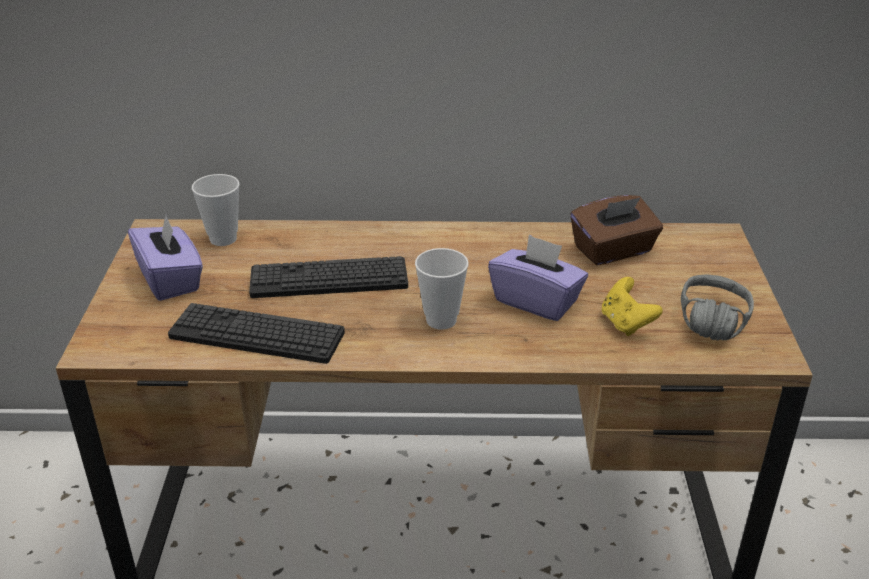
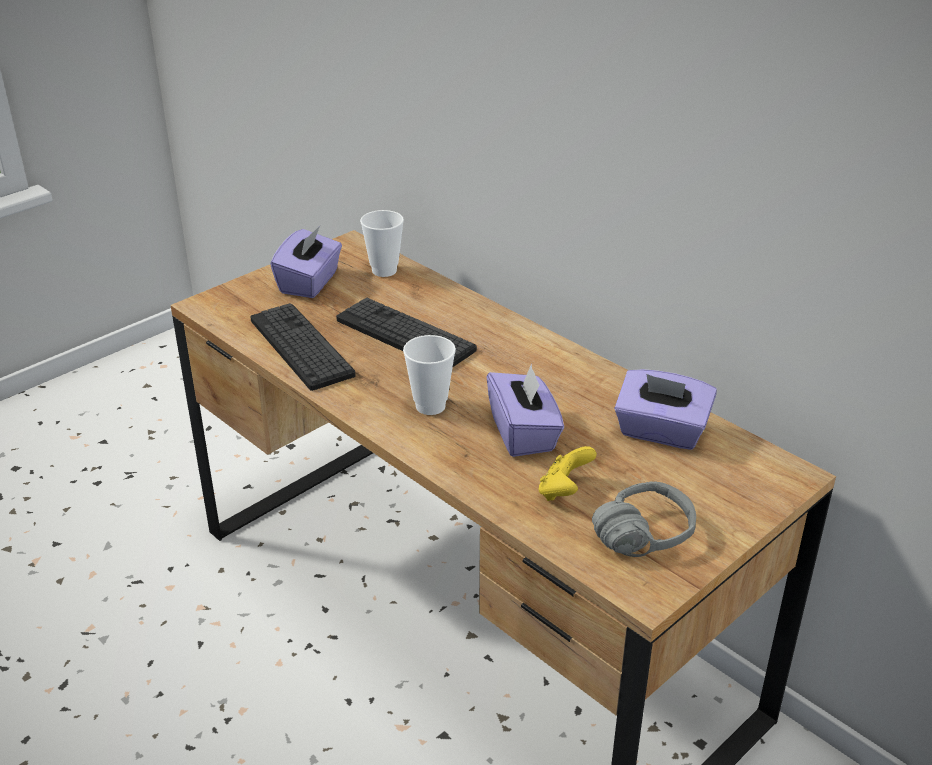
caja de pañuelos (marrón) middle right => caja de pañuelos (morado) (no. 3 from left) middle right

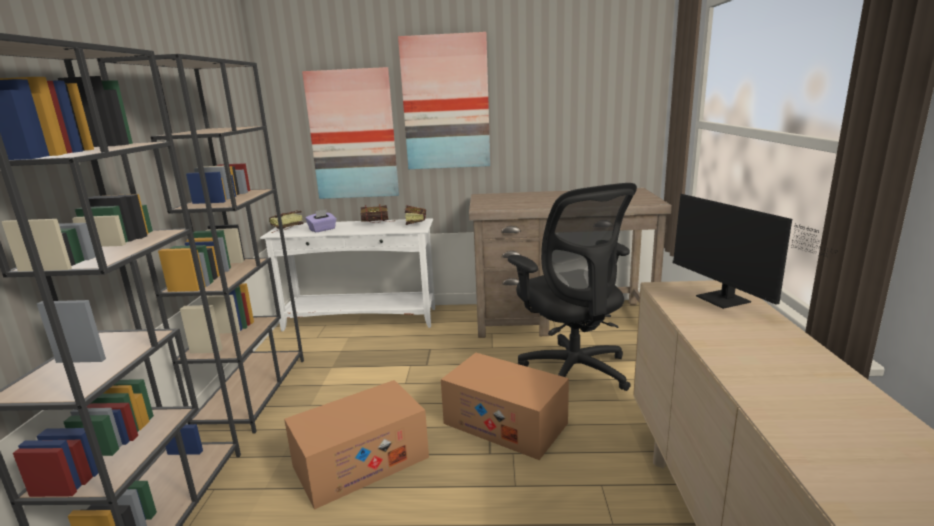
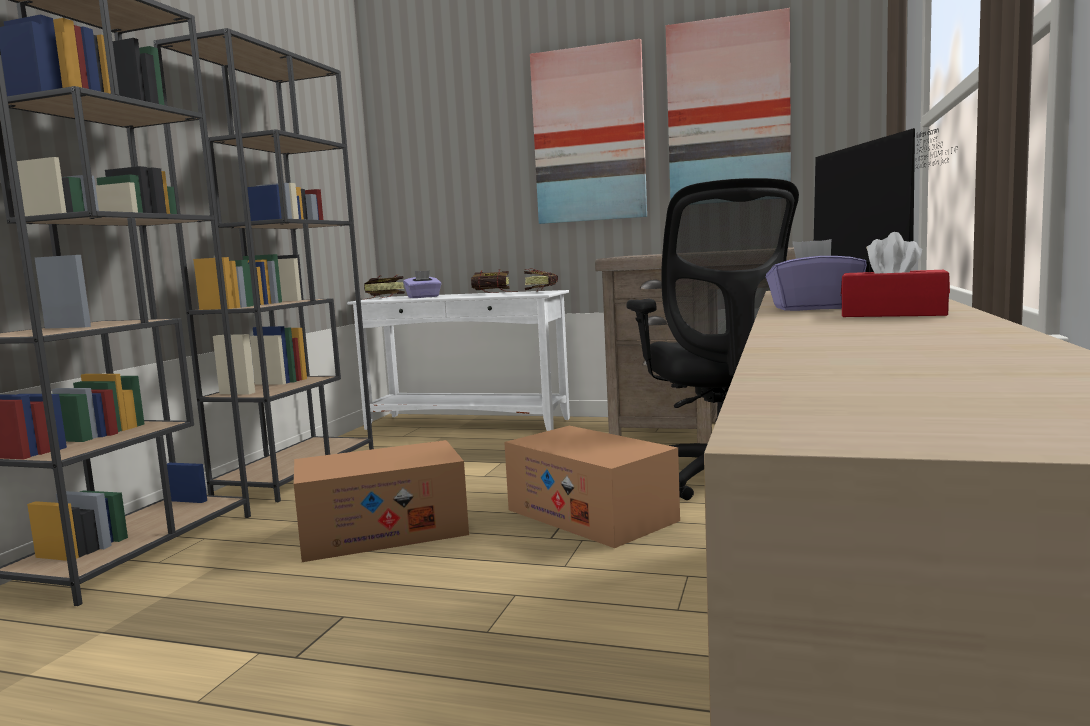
nothing => caja de pañuelos (morado) (no. 2 from left) middle right
nothing => caja de pañuelos (rojo) middle right
cuadro (no. 1 from left in the first image) top centre => cuadro (no. 2 from left) top right, relocated

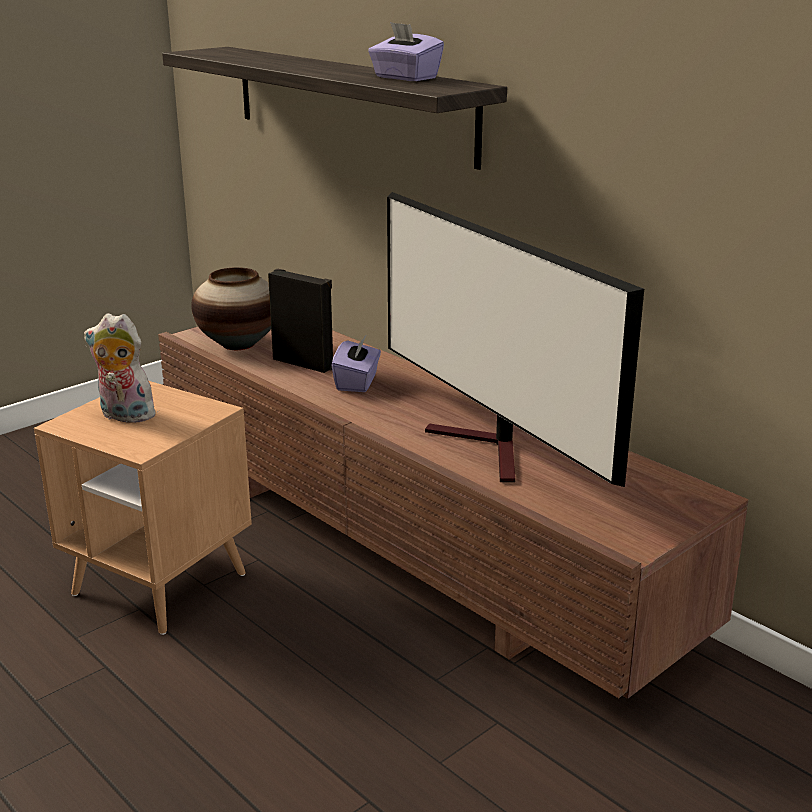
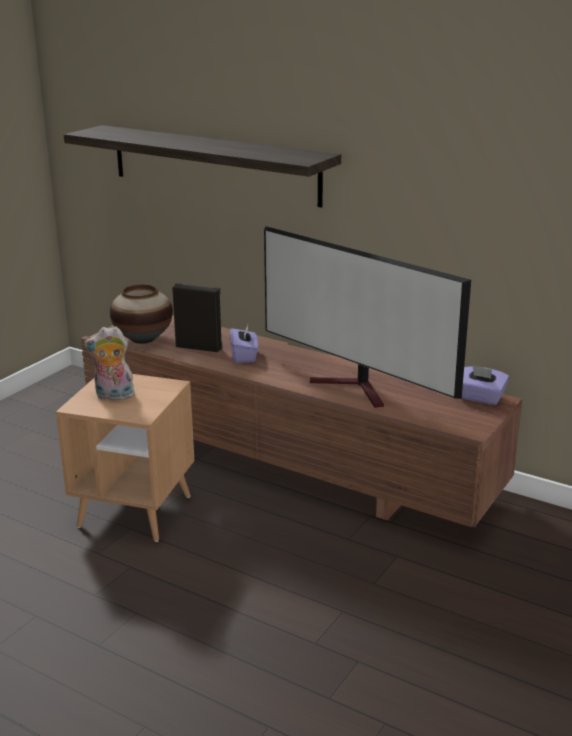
caja de pañuelos (morado) (no. 2 from left) top centre => caja de pañuelos (morado) (no. 2 from left) middle right, relocated

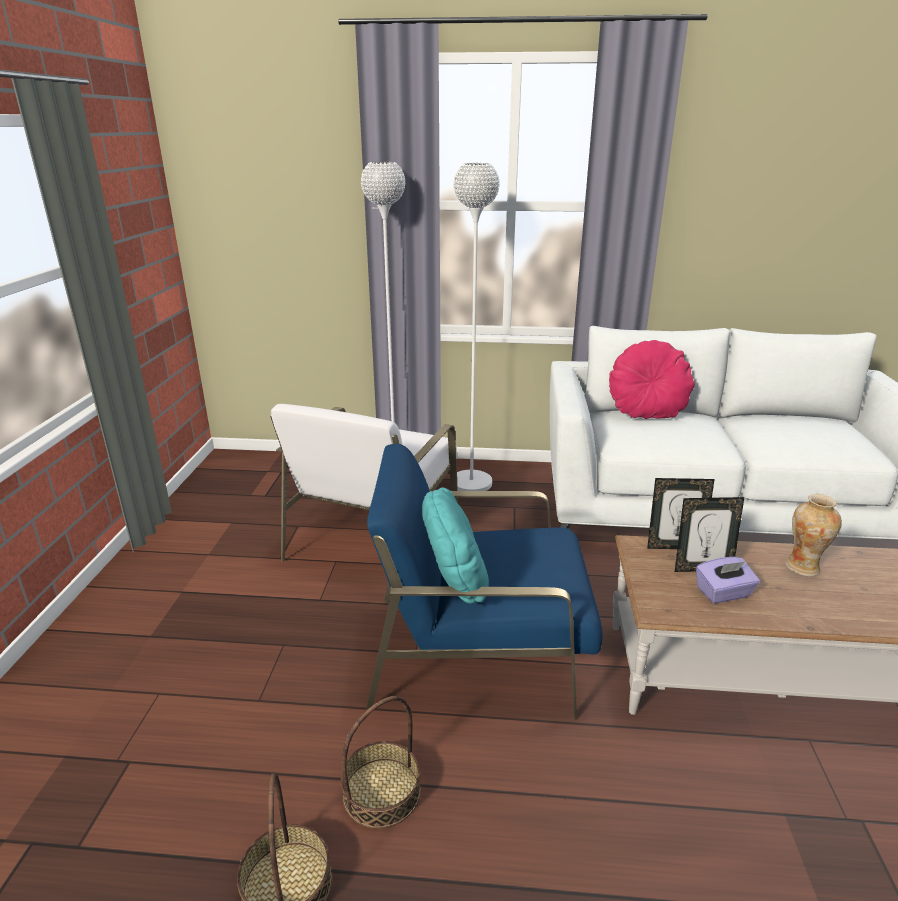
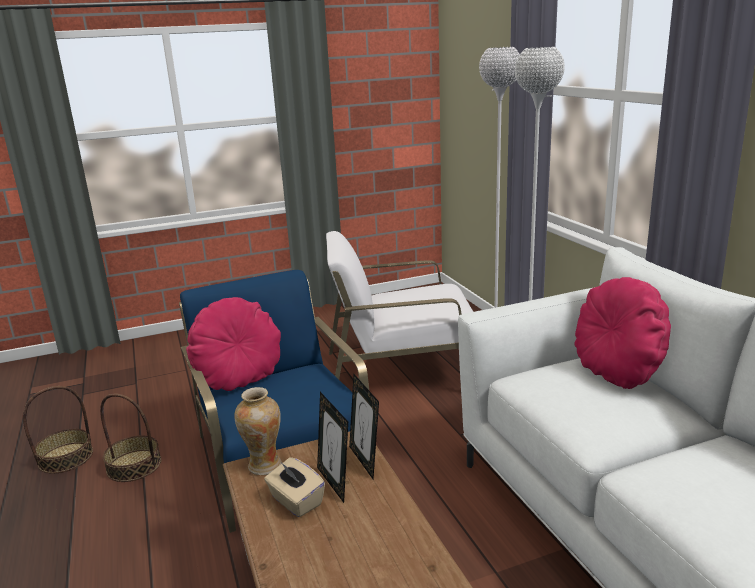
florero middle right => florero bottom centre, relocated
cojín (turquesa) centre => cojín (rosa) (no. 1 from left) middle left
caja de pañuelos (morado) middle right => caja de pañuelos (beis) bottom centre

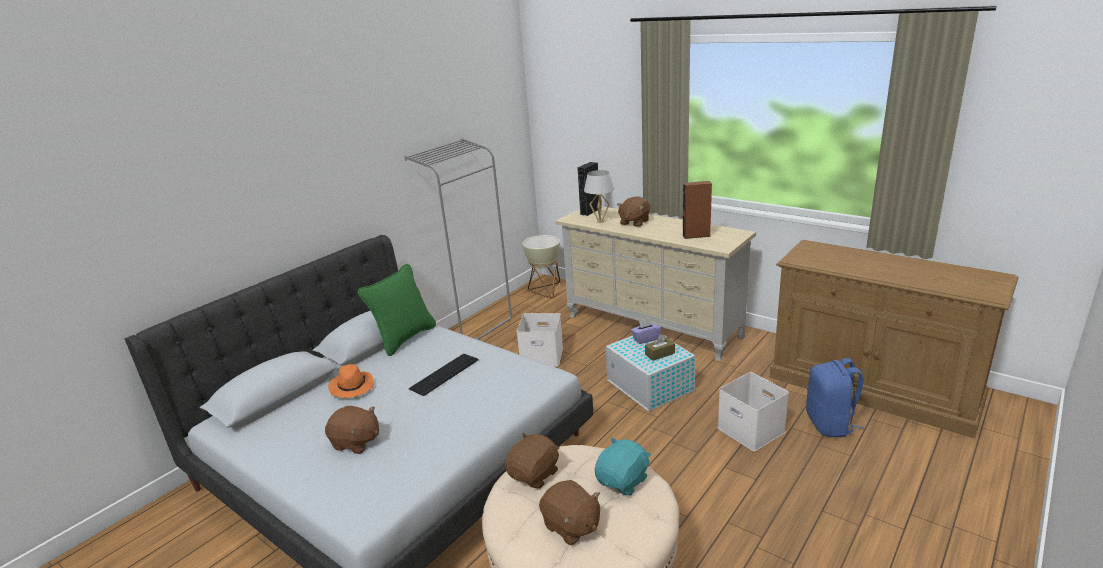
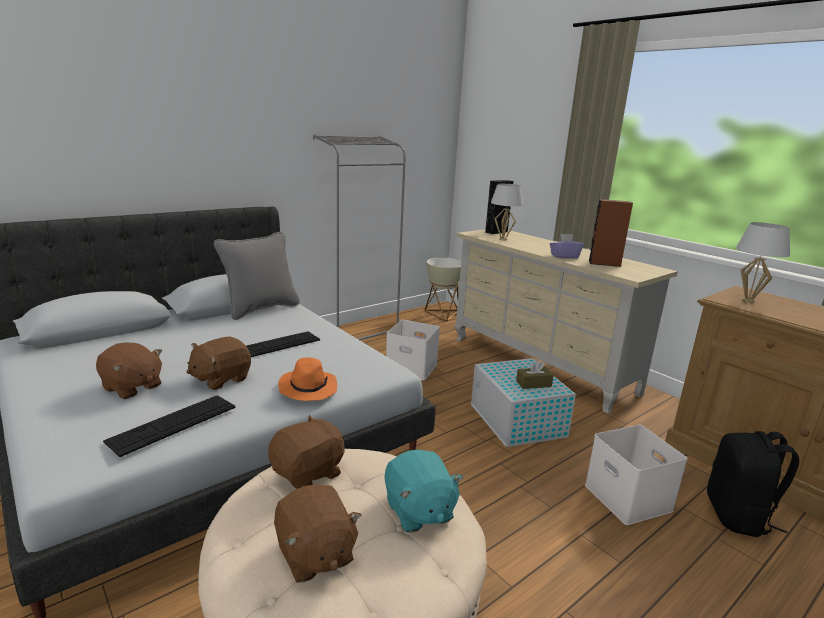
nothing => teclado (no. 1 from left) bottom left
nothing => lámpara de mesa (blanco) (no. 2 from left) middle right
sombrero (naranja) bottom left => sombrero (naranja) centre, relocated
peluche (marrón) (no. 4 from left in the first image) centre => peluche (marrón) (no. 2 from left) middle left, relocated
caja de pañuelos (morado) centre => caja de pañuelos (morado) middle right, relocated
cojín (verde) centre => cojín (gris) middle left
mochila (azul) bottom right => mochila (negro) bottom right
peluche (turquesa) bottom centre, 105 degrees clockwise

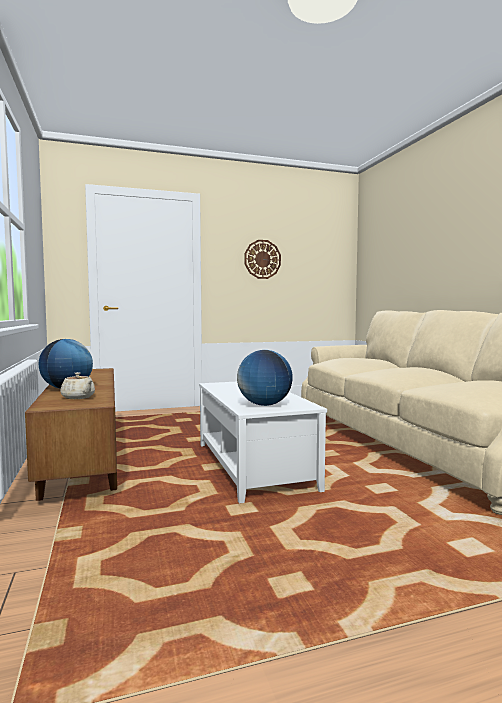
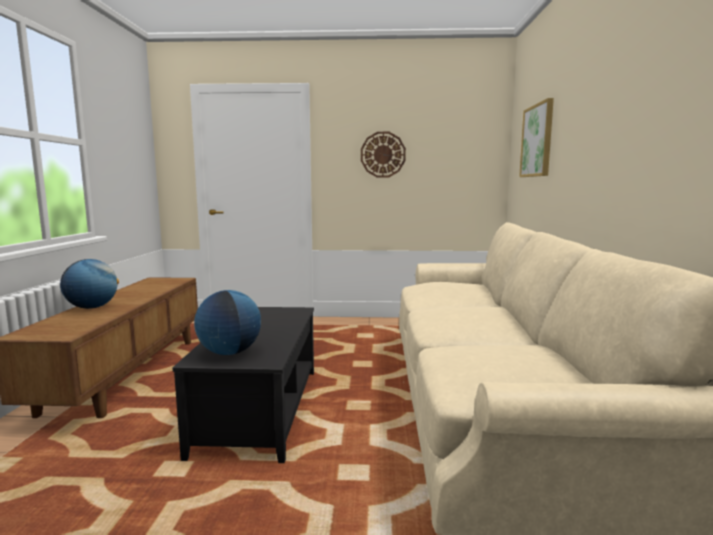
tetera (beis) middle left => nothing
nothing => cuadro top right
mesa de centro (blanco) centre => mesa de centro (negro) bottom centre

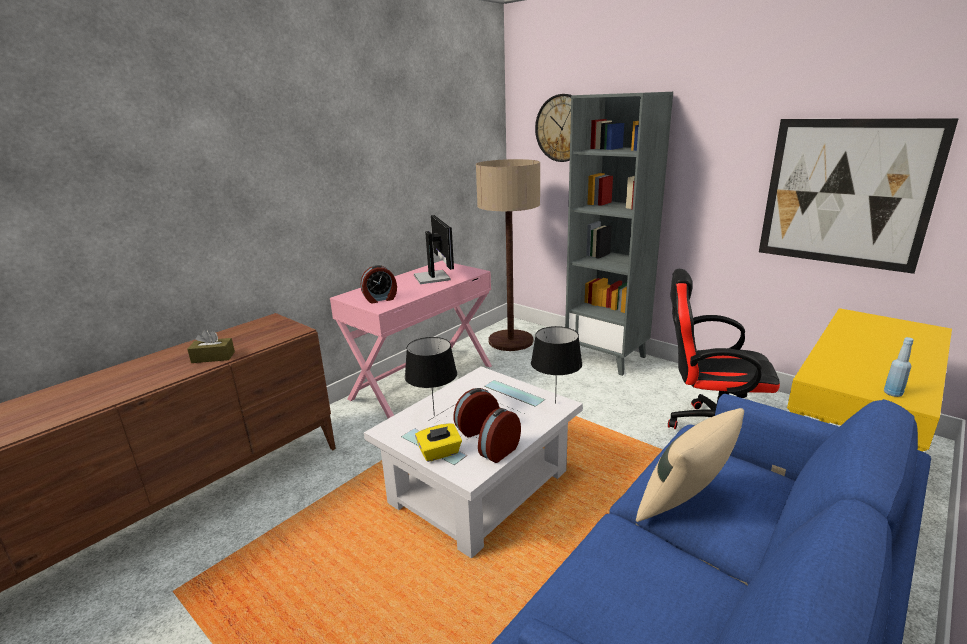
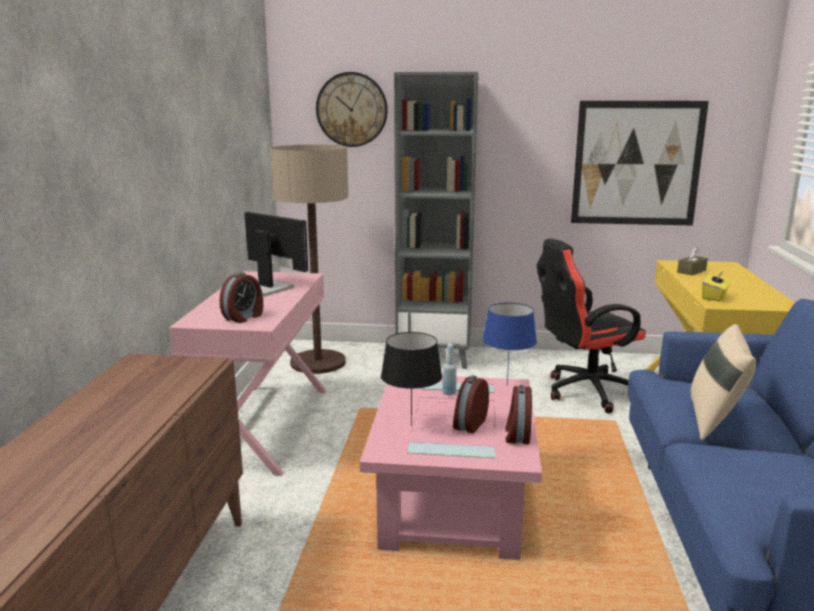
caja de pañuelos (marrón) middle left => caja de pañuelos (marrón) middle right, relocated
caja de pañuelos (amarillo) bottom centre => caja de pañuelos (amarillo) middle right, relocated
botella (azul) middle right => botella (azul) centre, relocated
mesa de centro (blanco) bottom centre => mesa de centro (rosa) bottom centre
lámpara de mesa (negro) (no. 2 from left) centre => lámpara de mesa (azul) centre

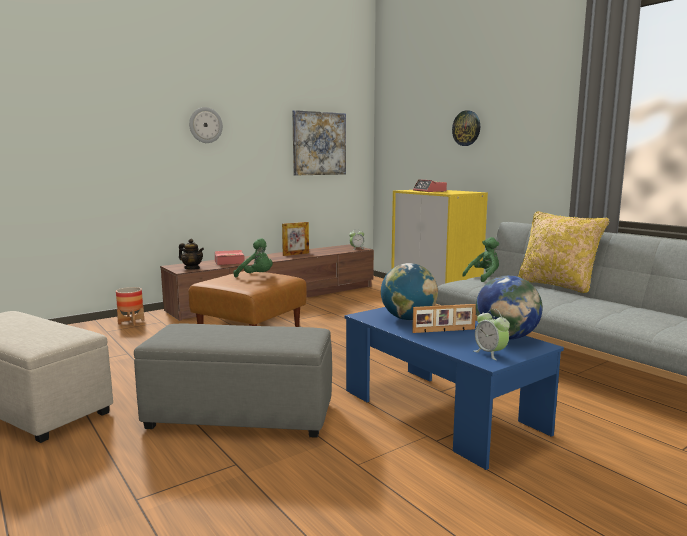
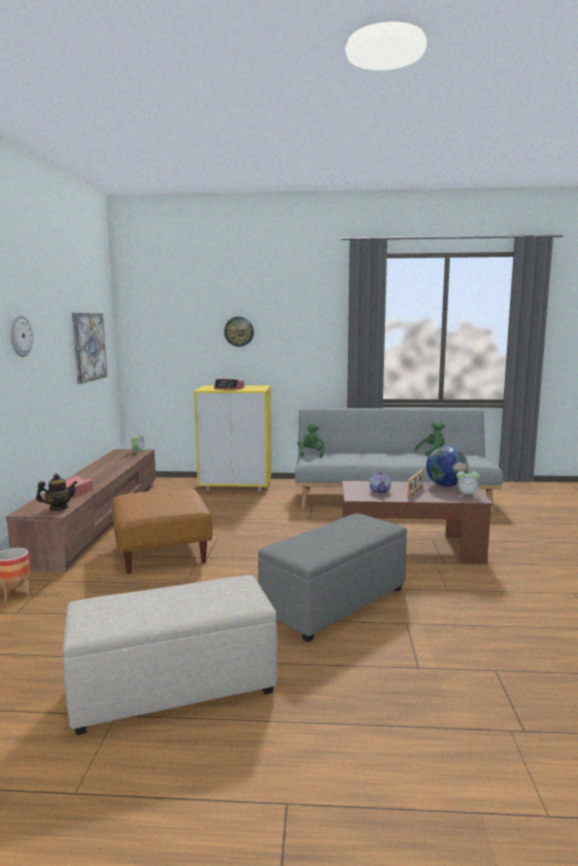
portarretratos (no. 1 from left) centre => nothing
cojín (amarillo) middle right => nothing
peluche (verde) (no. 1 from left in the first image) centre => peluche (verde) (no. 2 from left) middle right, relocated
globo terráqueo (no. 1 from left) centre => tetera (no. 2 from left) centre
mesa de centro (azul) bottom centre => mesa de centro (marrón) middle right

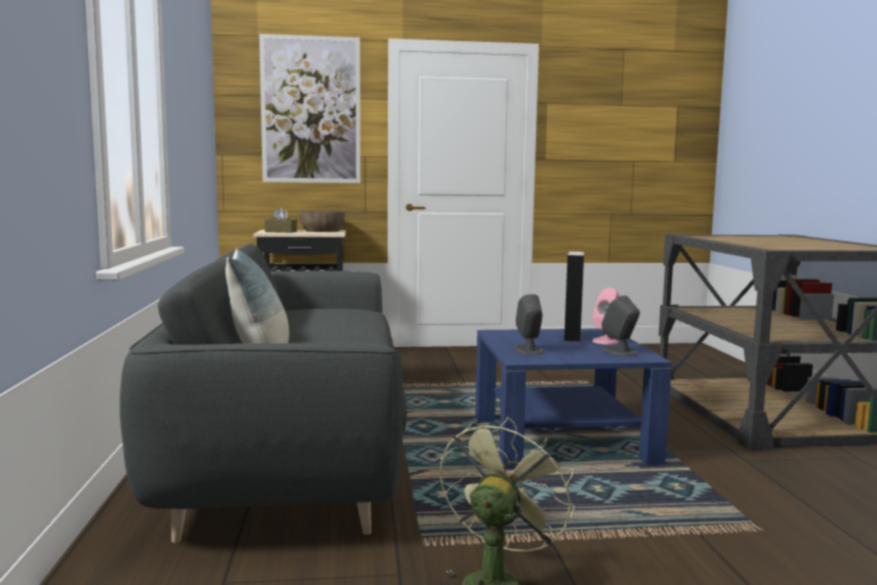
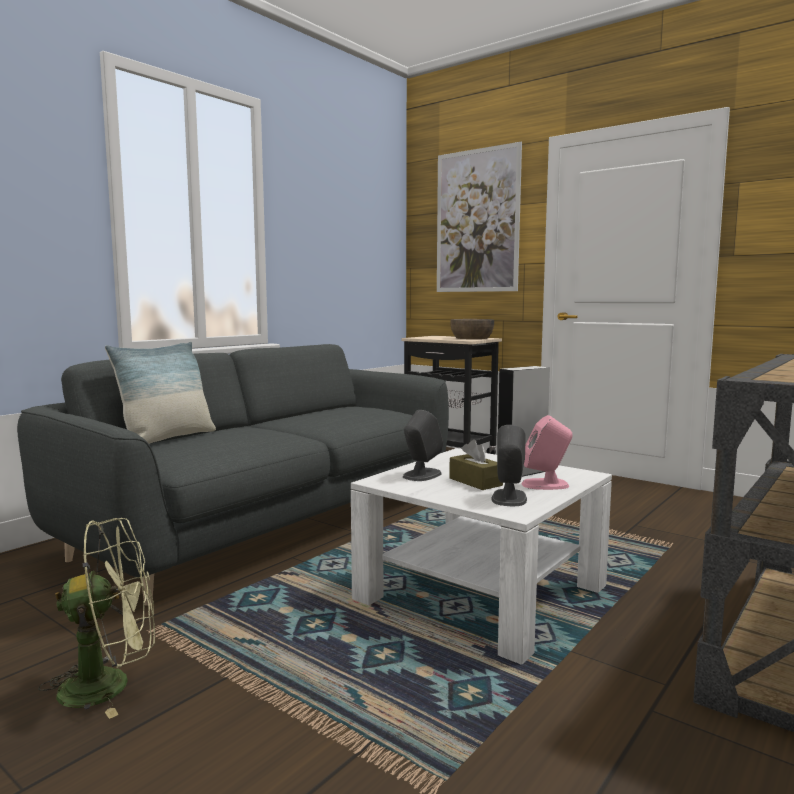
caja de pañuelos (marrón) middle left => caja de pañuelos (marrón) centre, relocated
mesa de centro (azul) bottom centre => mesa de centro (blanco) bottom centre

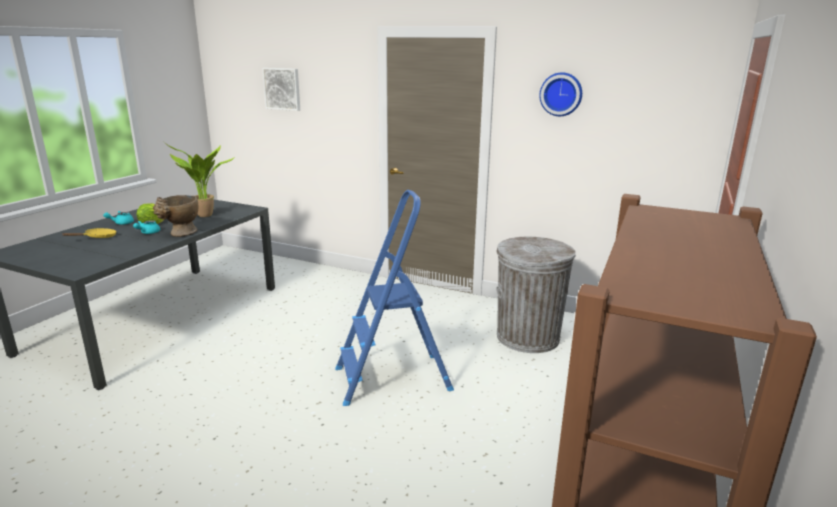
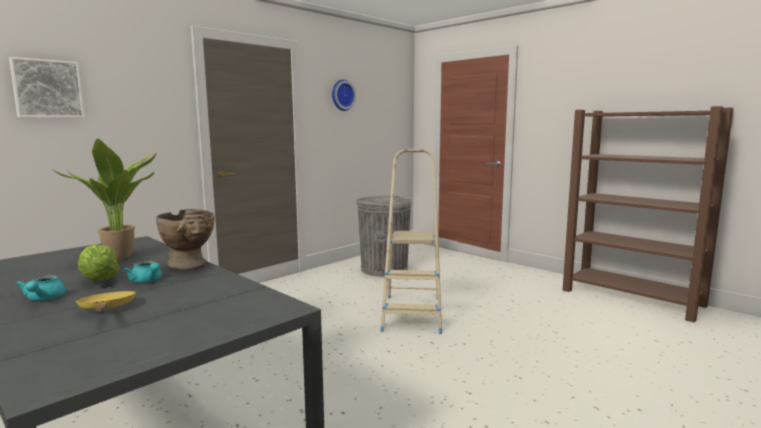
escalera de tijera (azul) centre => escalera de tijera (beis) centre

